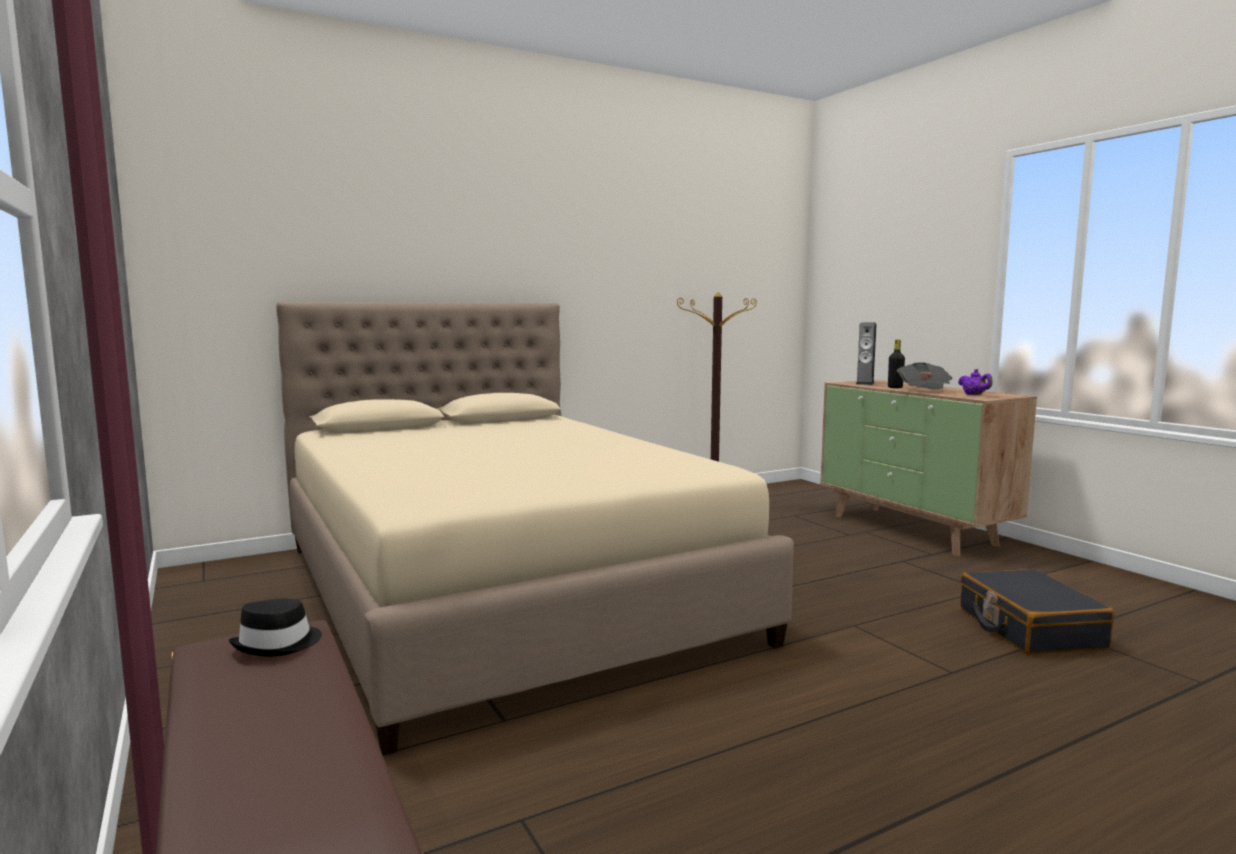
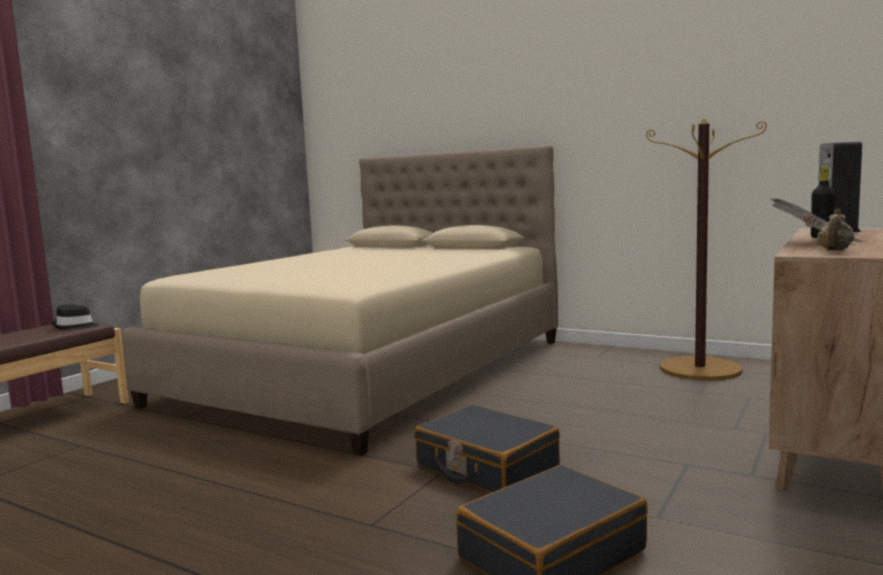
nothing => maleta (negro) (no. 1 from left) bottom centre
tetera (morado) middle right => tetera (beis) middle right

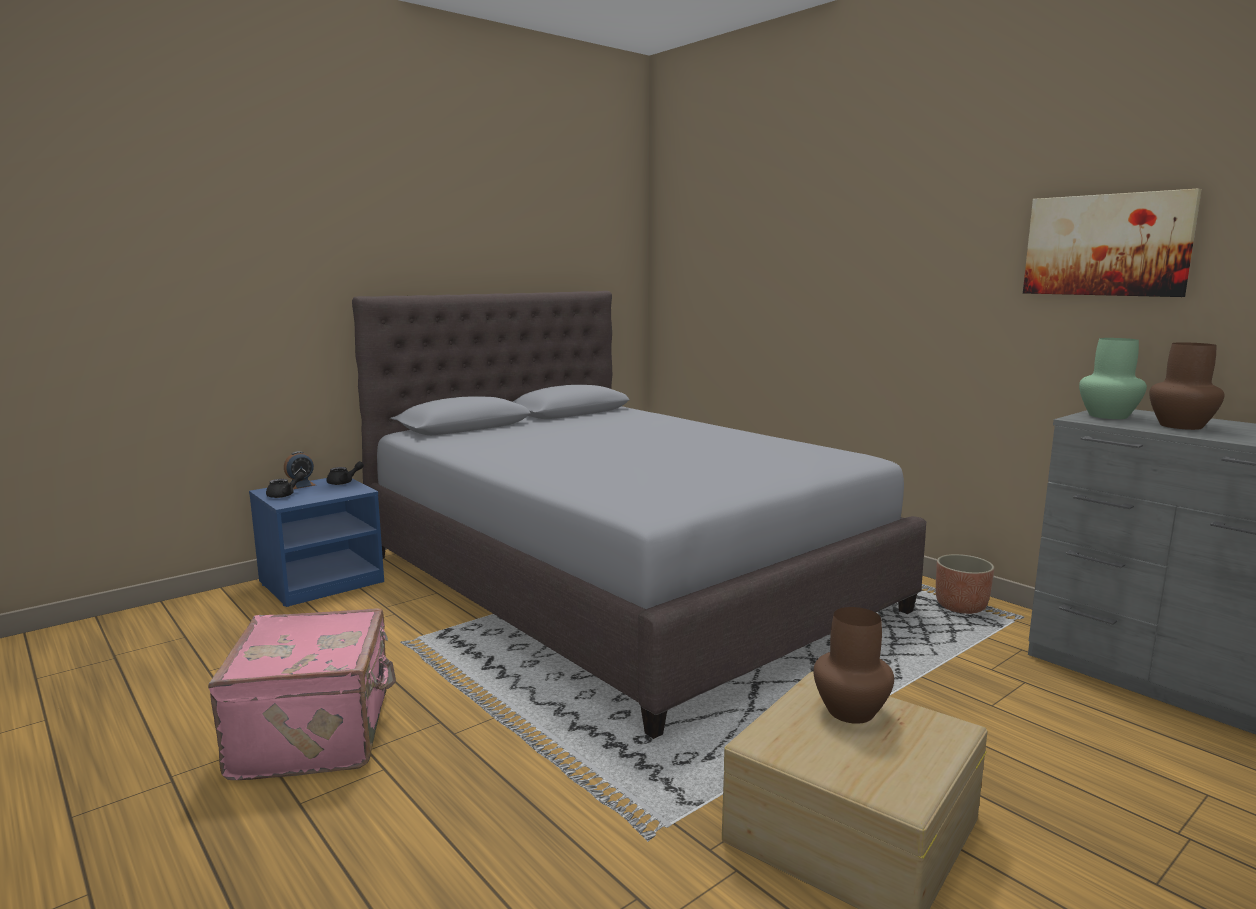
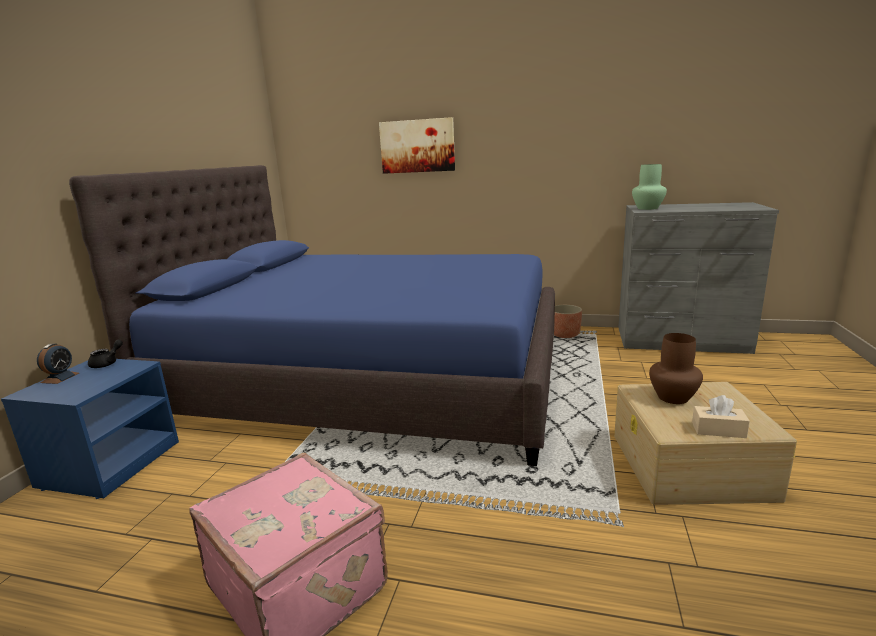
tetera (negro) (no. 1 from left) middle left => nothing
florero (marrón) (no. 2 from left) middle right => nothing
nothing => caja de pañuelos (beis) middle right
cuadro top right => cuadro top centre, relocated
cama (gris) centre => cama (azul) centre

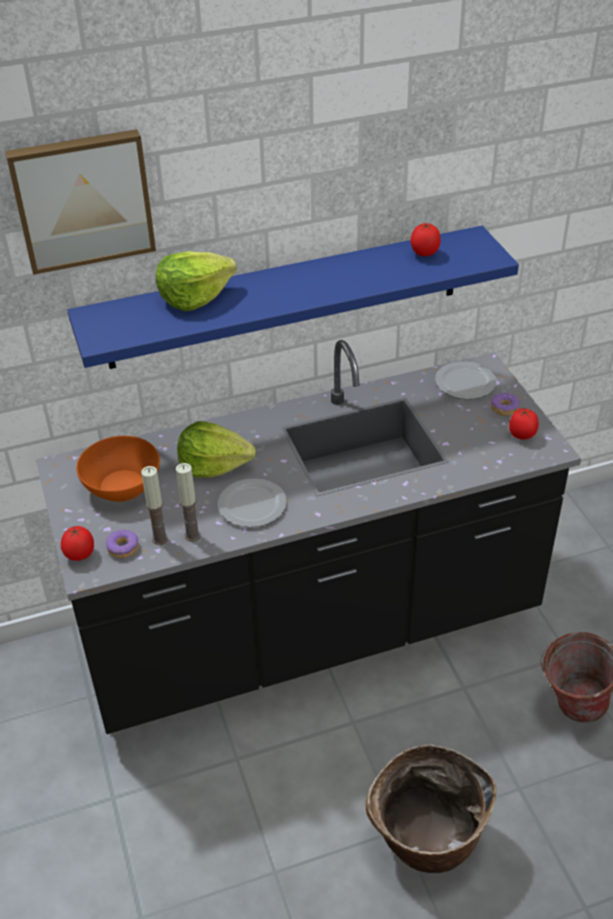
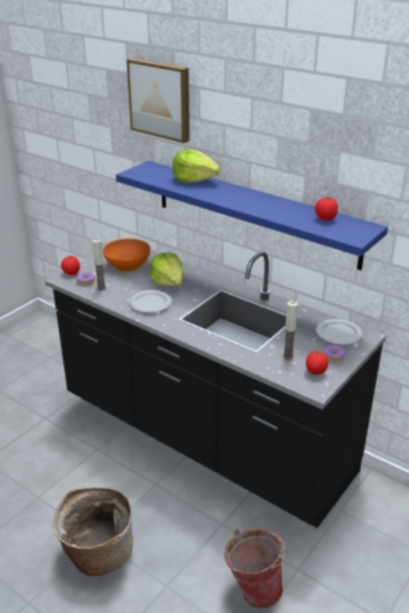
vela (no. 2 from left) middle left => vela (no. 2 from left) middle right, relocated

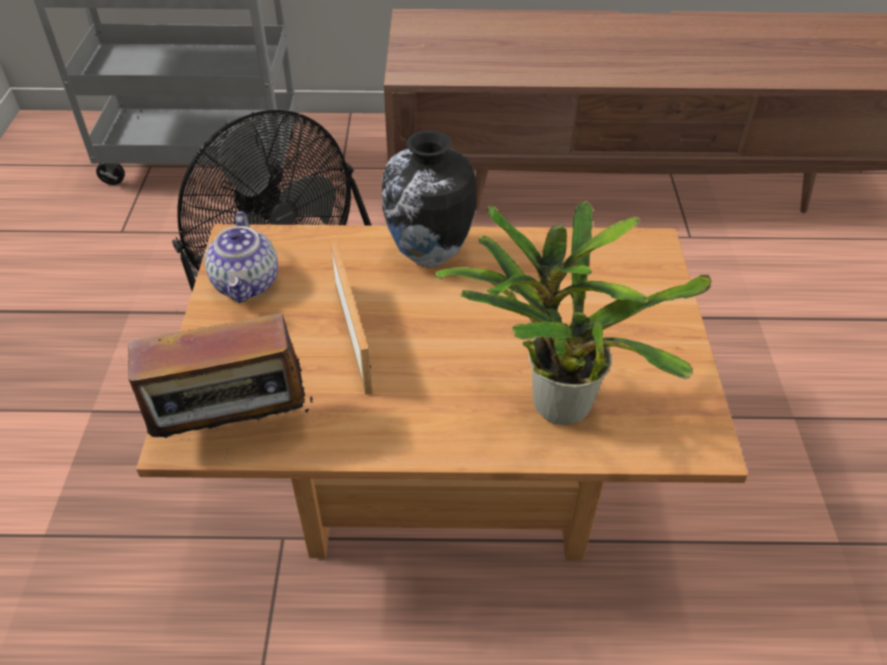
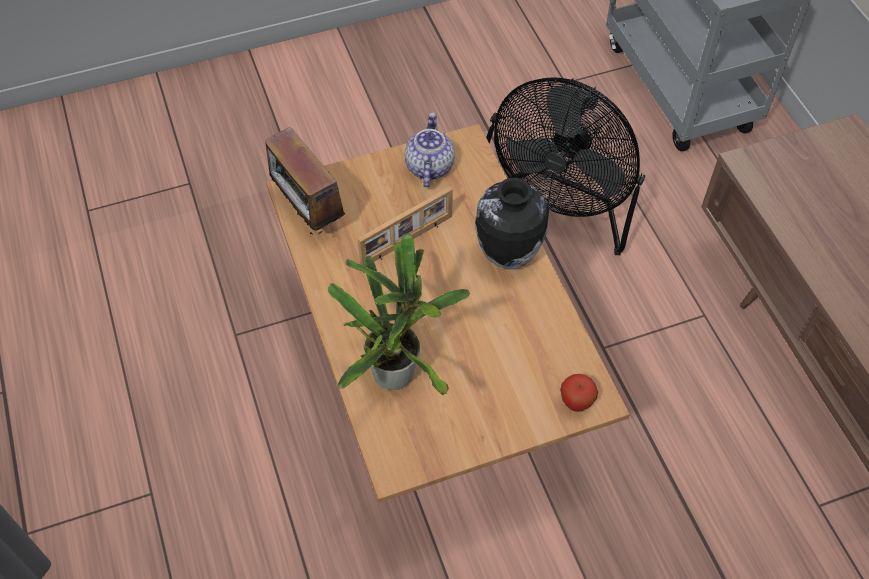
nothing => manzana bottom centre
tetera middle left => tetera top centre, 120 degrees clockwise

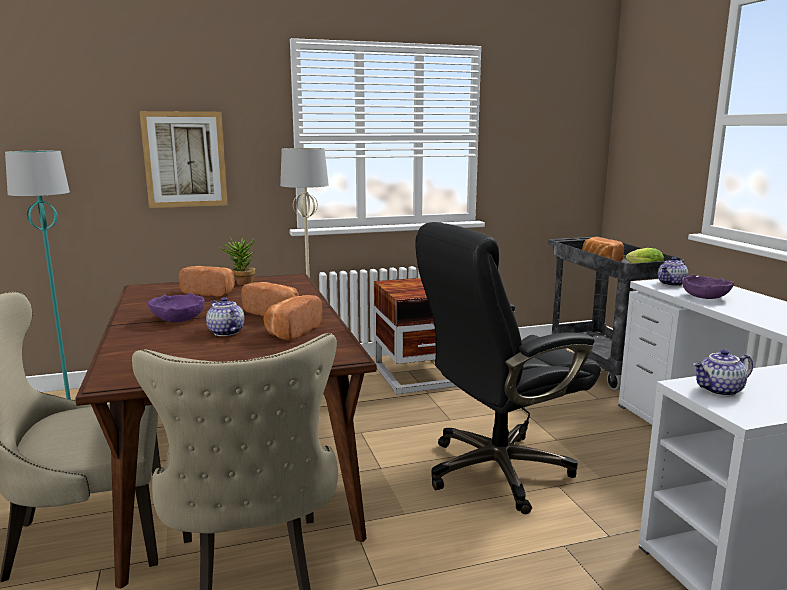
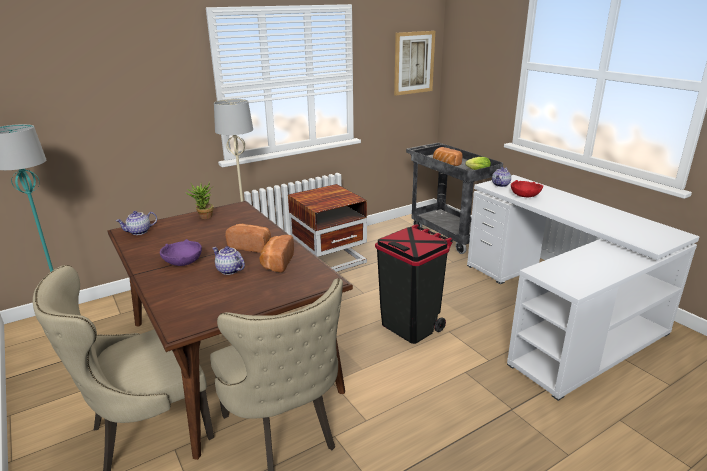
pan (no. 1 from left) middle left => nothing
cuadro top left => cuadro top centre, relocated
tetera (no. 3 from left in the first image) middle right => tetera (no. 1 from left) middle left, relocated
silla de oficina (negro) centre => papelera (negro) centre
cuenco (morado) (no. 2 from left) middle right => cuenco (rojo) middle right

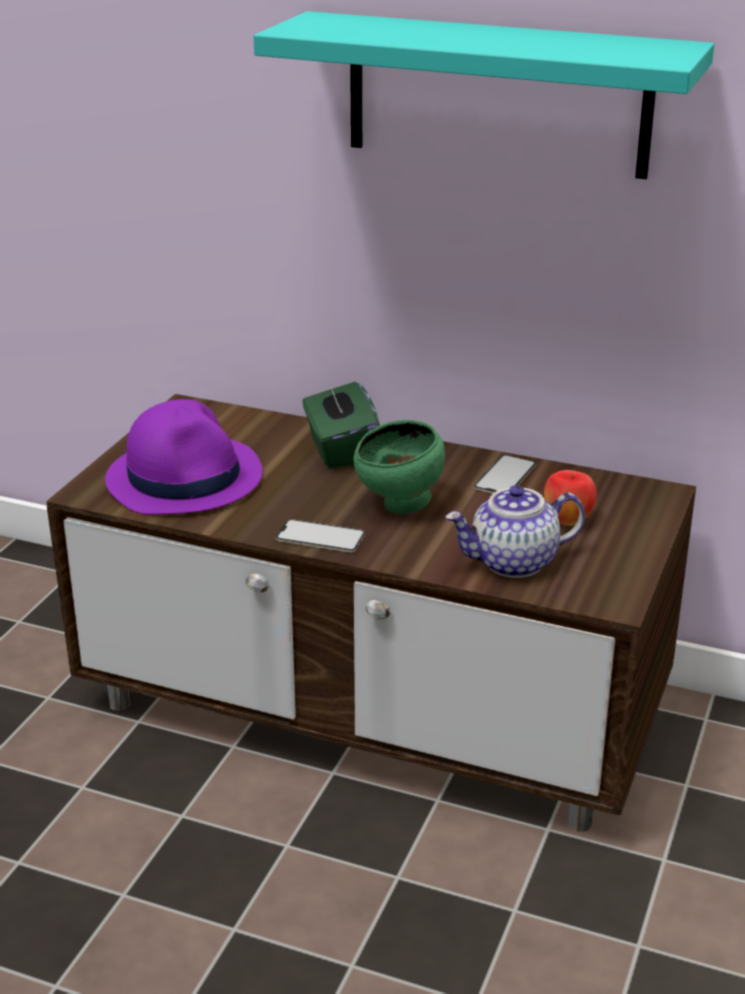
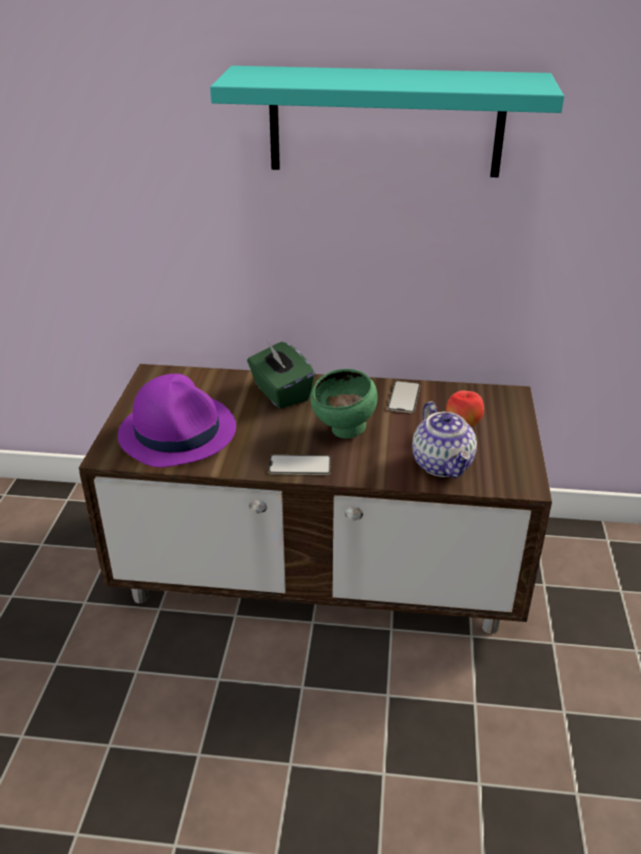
tetera middle right, 75 degrees counterclockwise

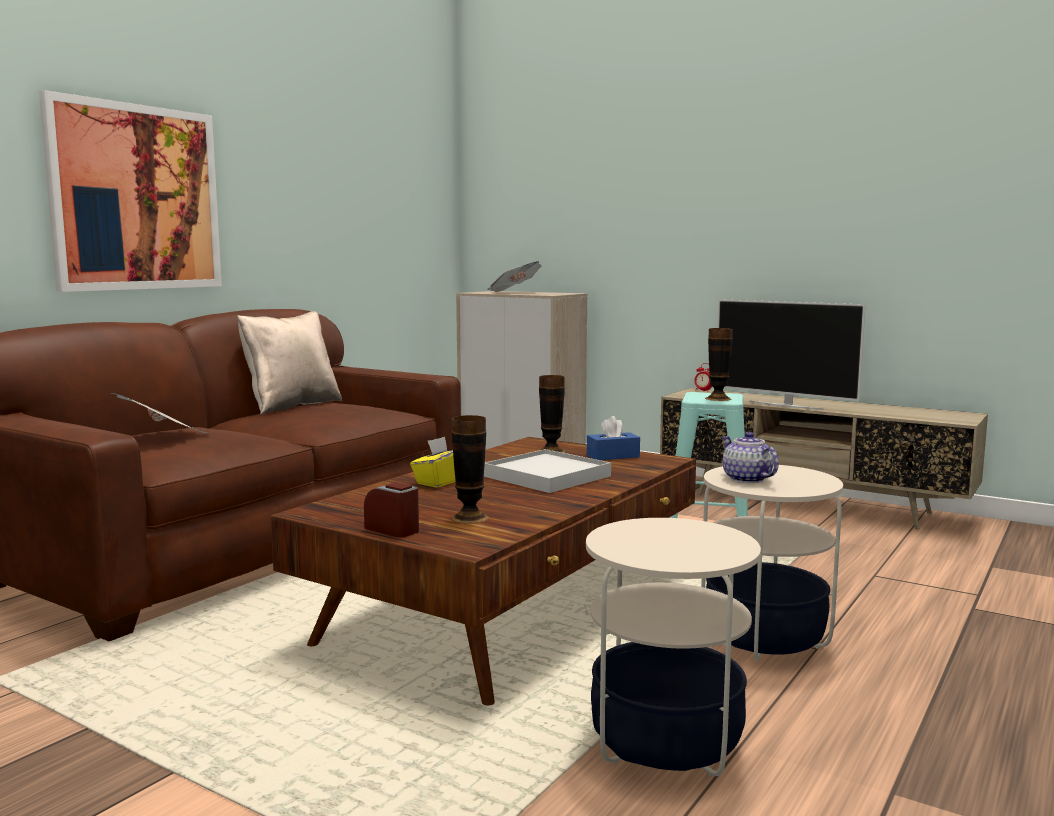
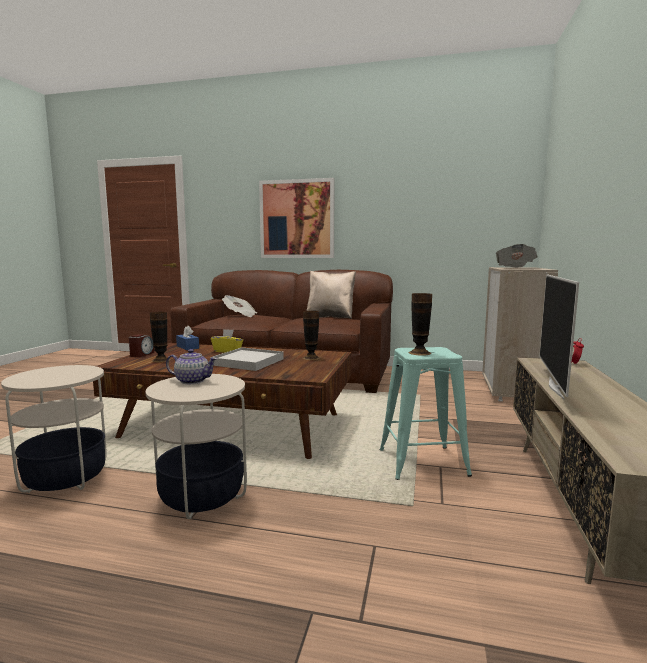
caja de pañuelos (azul) centre => caja de pañuelos (azul) middle left, relocated
tetera middle right => tetera middle left, 60 degrees clockwise

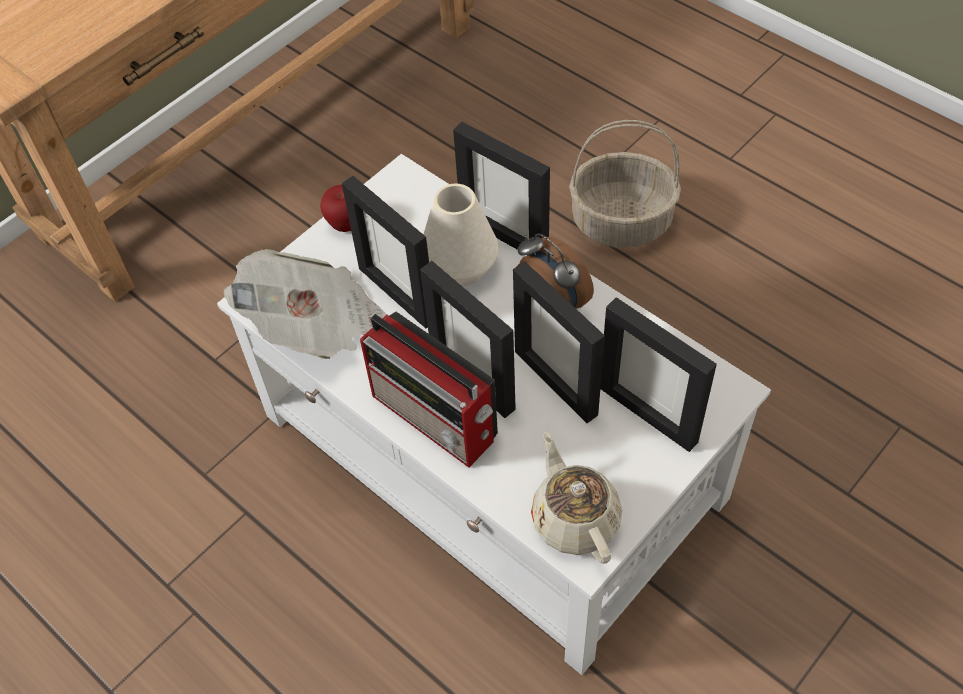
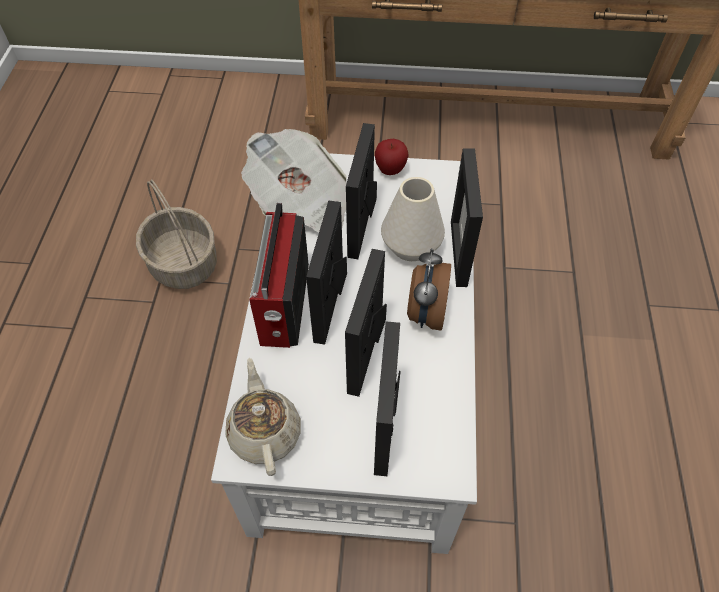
cesta top centre => cesta middle left, relocated
tetera (beis) bottom centre, 45 degrees counterclockwise

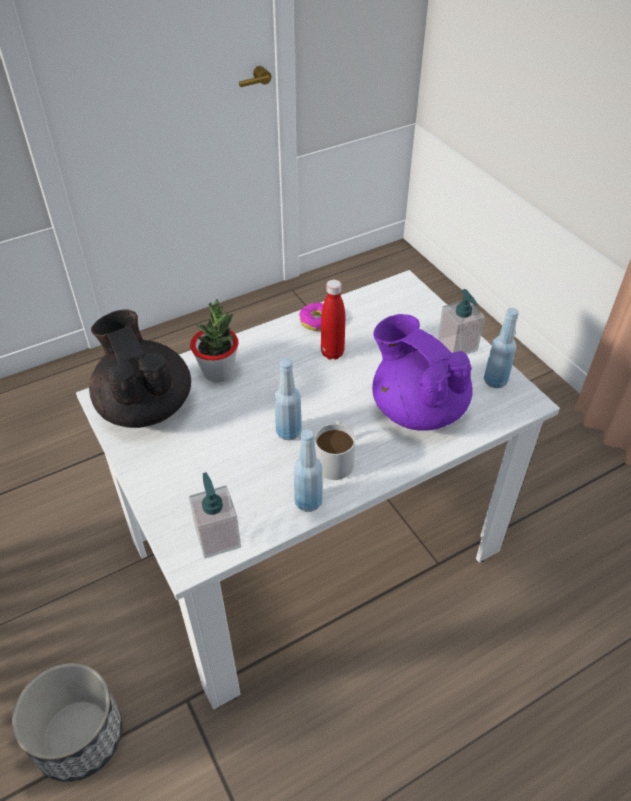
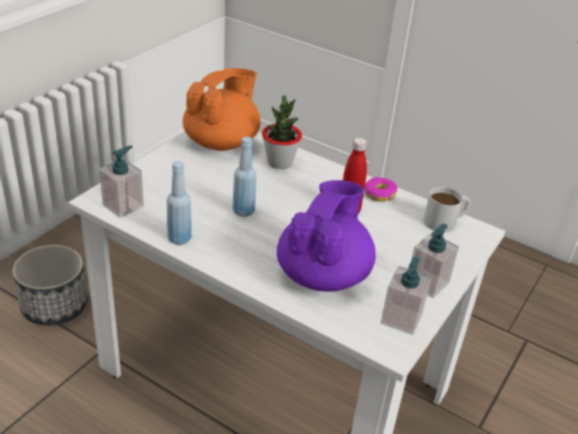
taza grande (blanco) centre => taza grande (blanco) middle right, relocated
botella (azul) (no. 3 from left) middle right => dispensador de jabón (no. 2 from left) bottom right
tetera (negro) middle left => tetera (naranja) top centre

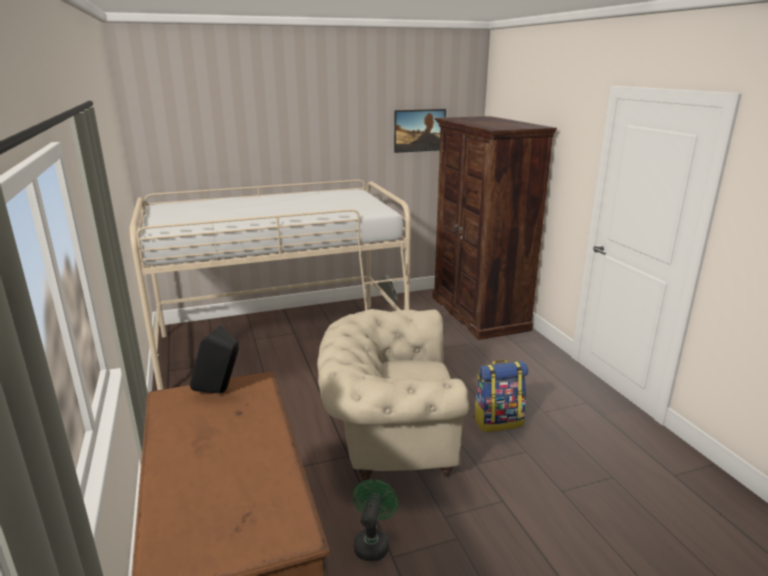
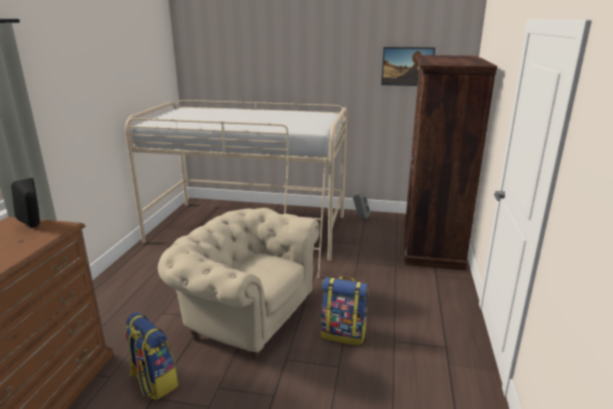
ventilador (verde) bottom centre => mochila (no. 1 from left) bottom left

